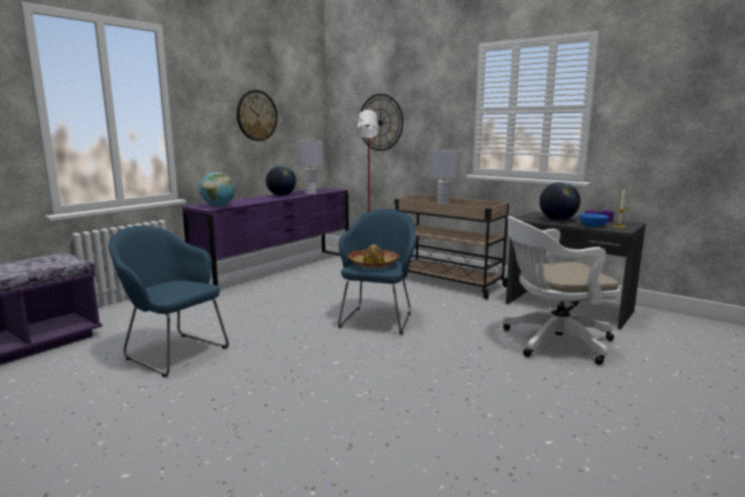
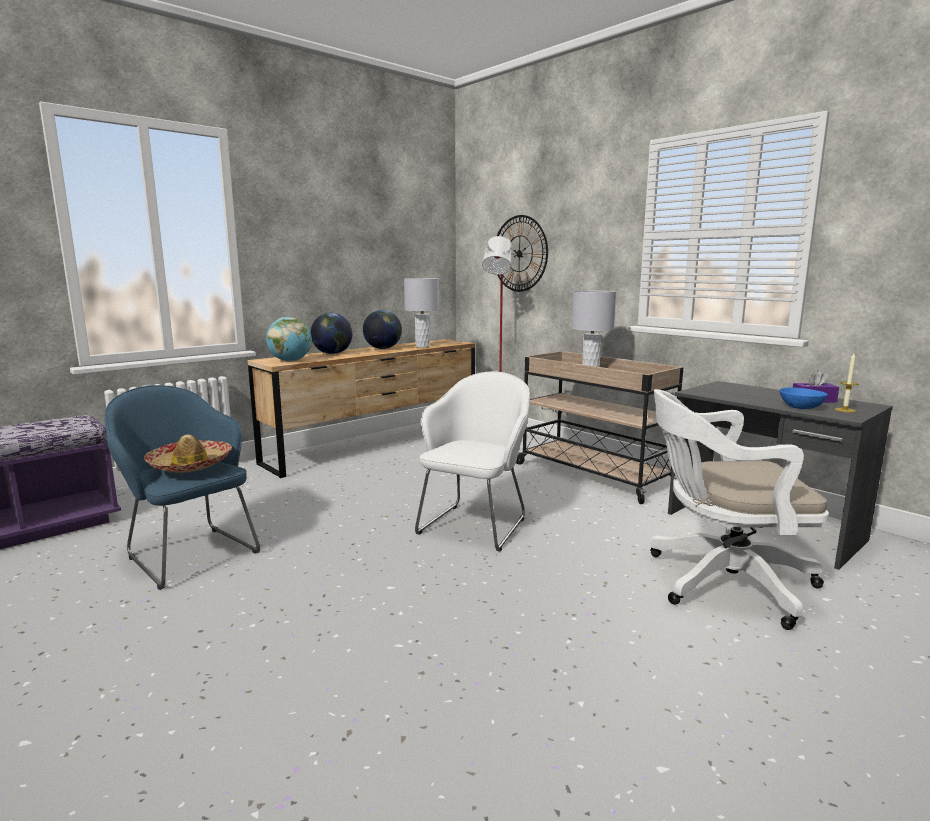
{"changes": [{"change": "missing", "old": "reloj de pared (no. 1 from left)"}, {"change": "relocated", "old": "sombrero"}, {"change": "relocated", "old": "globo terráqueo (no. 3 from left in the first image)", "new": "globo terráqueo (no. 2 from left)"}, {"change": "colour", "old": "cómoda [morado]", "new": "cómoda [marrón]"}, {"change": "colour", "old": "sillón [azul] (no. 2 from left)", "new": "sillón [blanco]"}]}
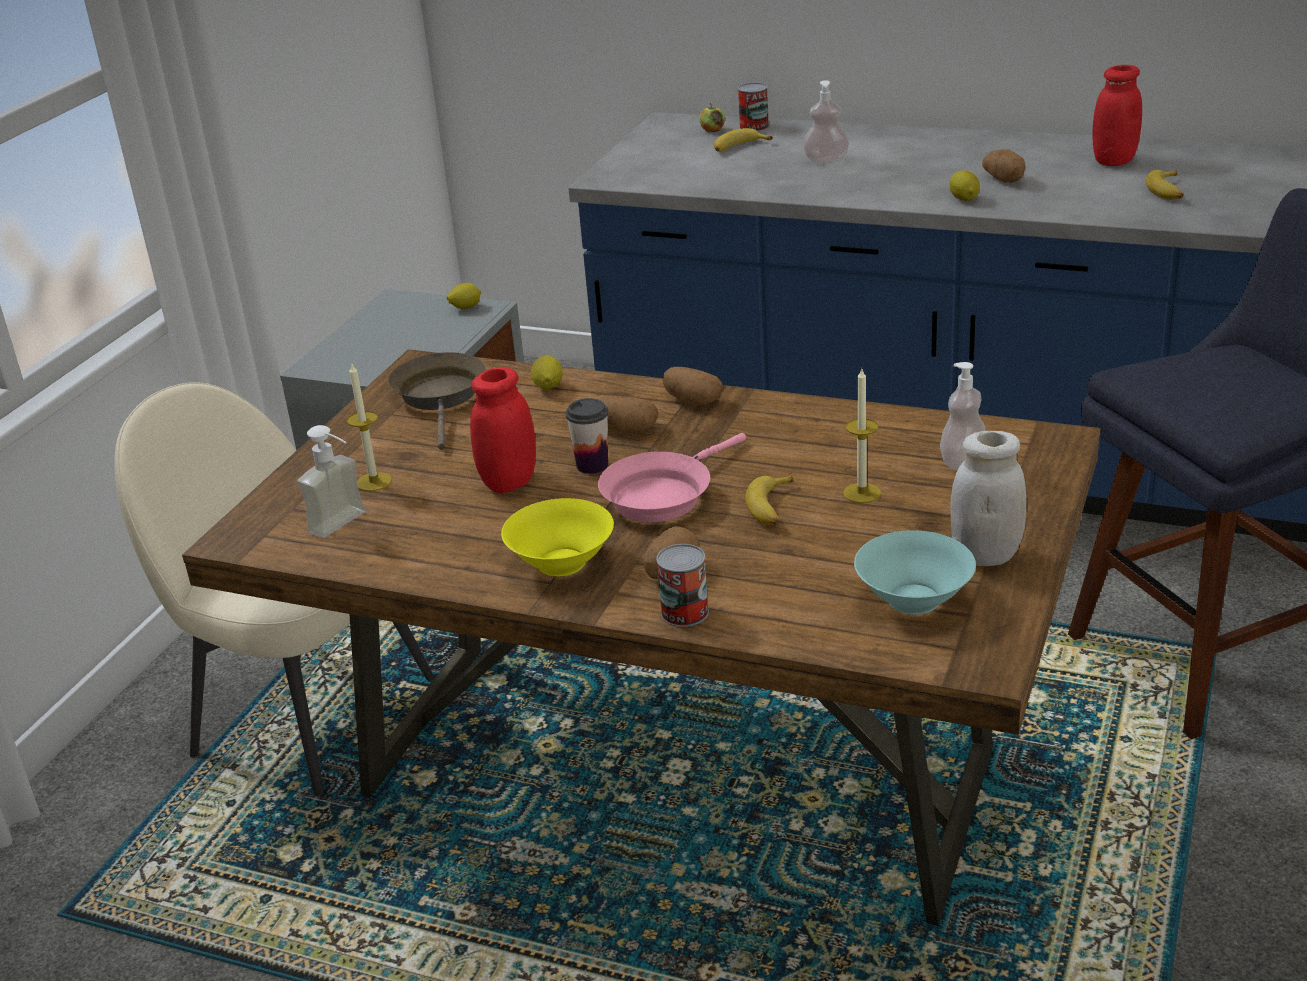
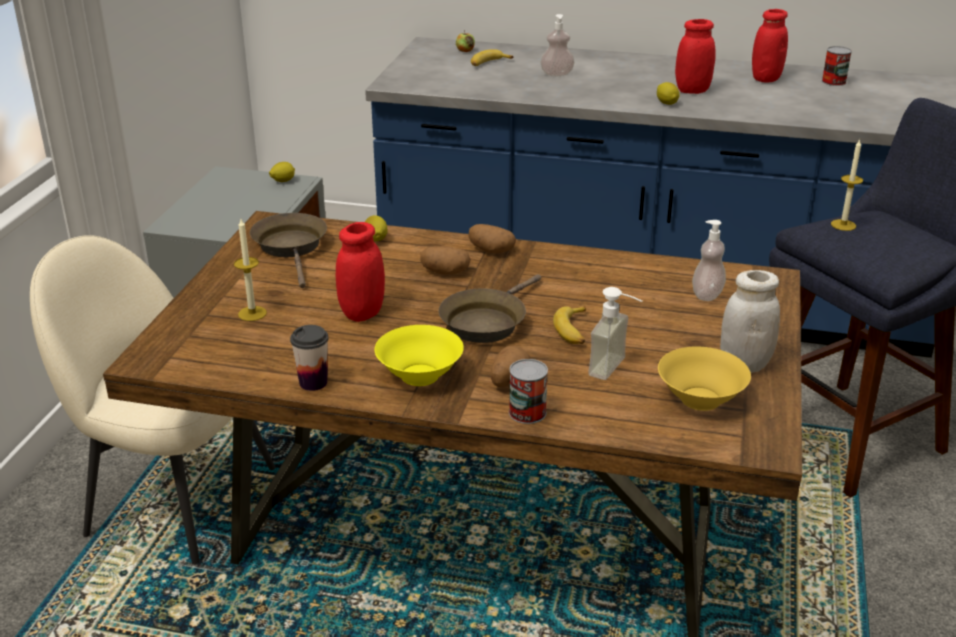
{"changes": [{"change": "missing", "old": "plátano (no. 3 from left)"}, {"change": "relocated", "old": "dispensador de jabón (no. 1 from left in the first image)", "new": "dispensador de jabón (no. 2 from left)"}, {"change": "relocated", "old": "taza"}, {"change": "relocated", "old": "lata (no. 2 from left)"}, {"change": "relocated", "old": "vela (no. 2 from left)"}, {"change": "exchanged", "old": "patata (no. 4 from left)", "new": "tarro [rojo] (no. 2 from left)"}, {"change": "colour", "old": "sartén [rosa]", "new": "sartén [marrón] (no. 2 from left)"}, {"change": "colour", "old": "cuenco [turquesa]", "new": "cuenco [amarillo] (no. 2 from left)"}]}
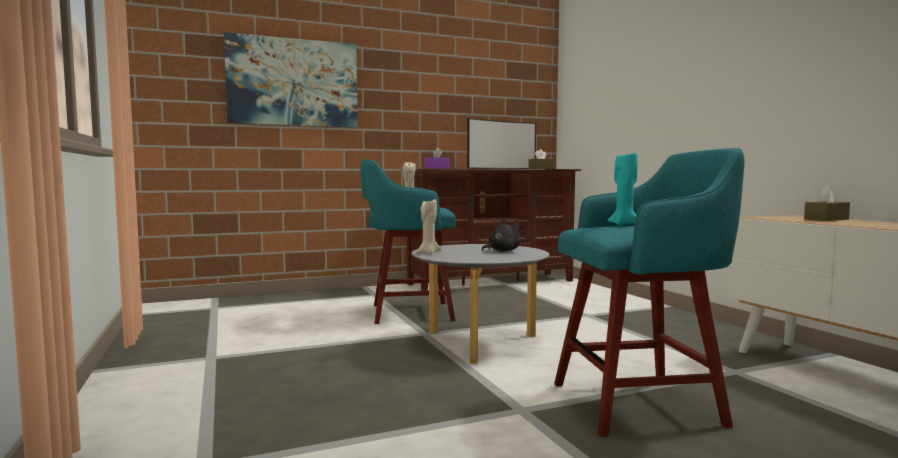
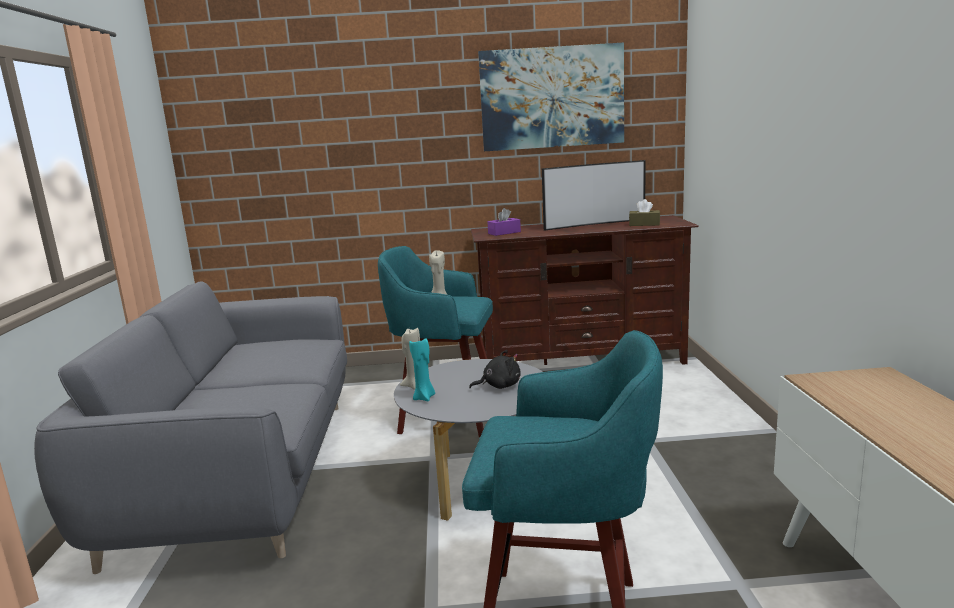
{"changes": [{"change": "missing", "old": "caja de pañuelos [marrón] (no. 2 from left)"}, {"change": "appeared", "new": "sofá [gris]"}, {"change": "relocated", "old": "cuadro"}, {"change": "relocated", "old": "vela [turquesa]"}]}
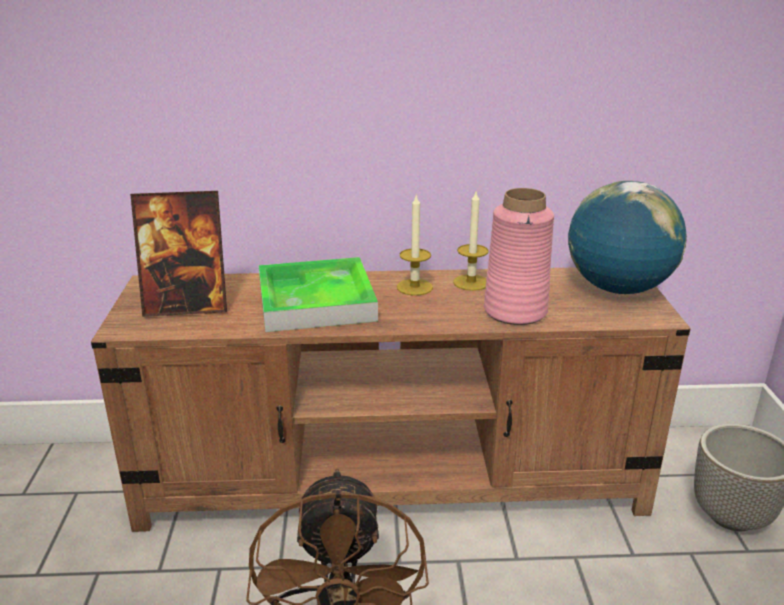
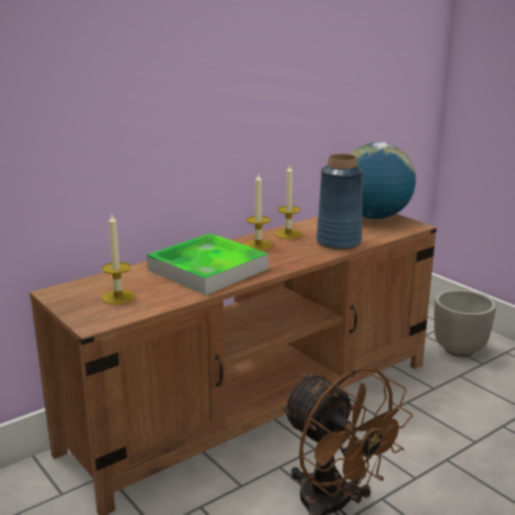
{"changes": [{"change": "exchanged", "old": "portarretratos", "new": "vela (no. 1 from left)"}, {"change": "colour", "old": "florero [rosa]", "new": "florero [azul]"}]}
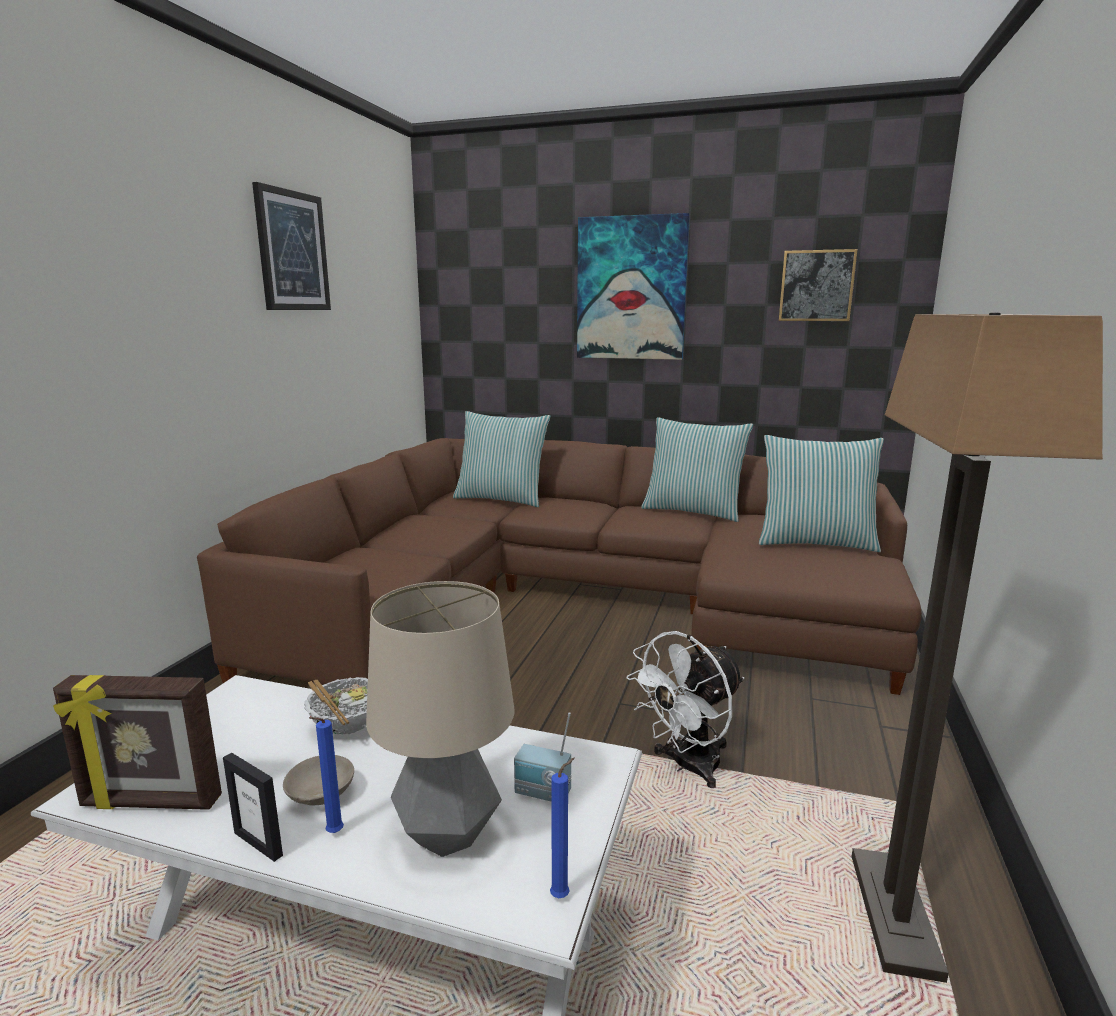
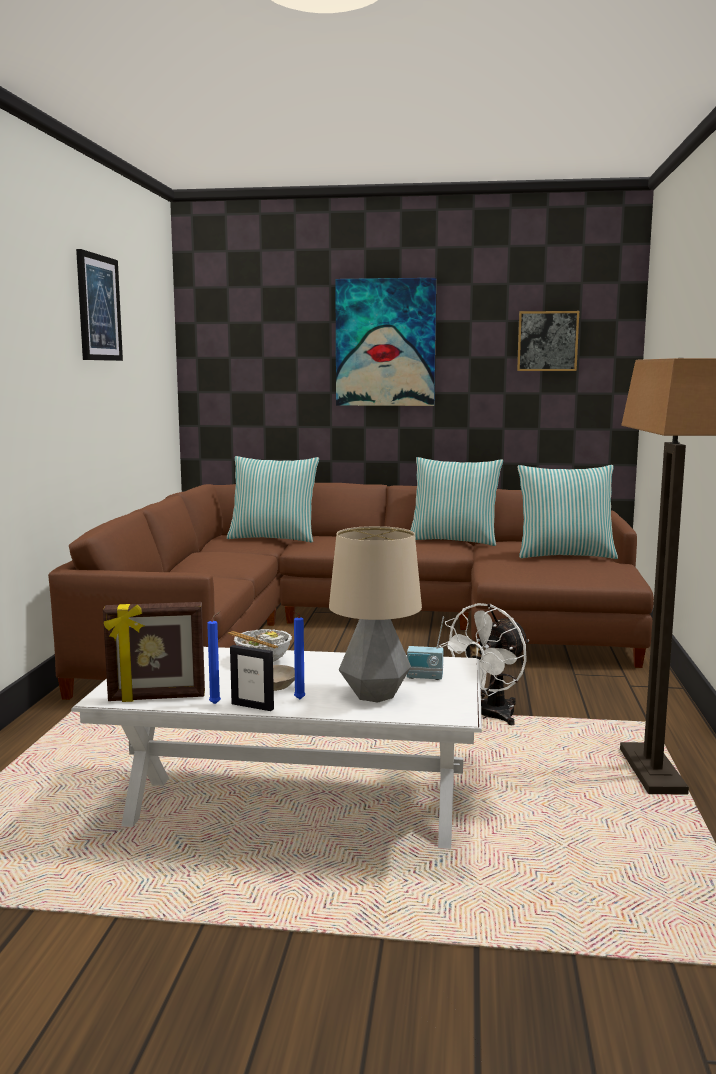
{"changes": [{"change": "relocated", "old": "vela [azul] (no. 2 from left in the first image)", "new": "vela [azul] (no. 1 from left)"}]}
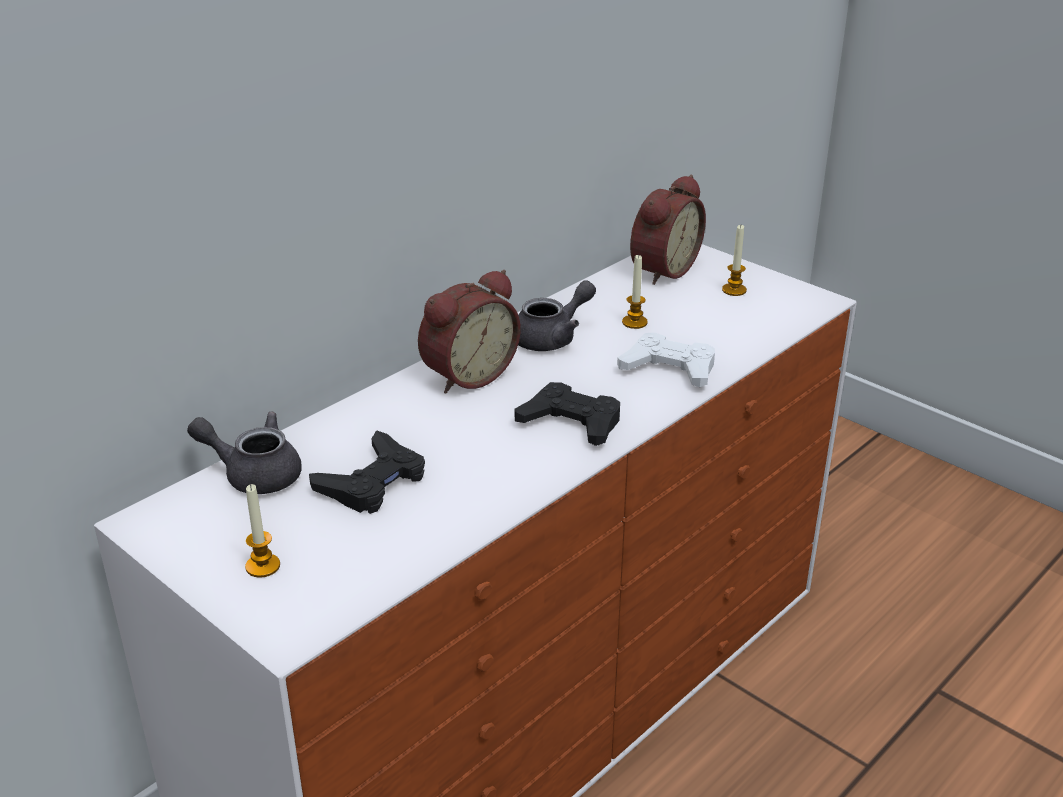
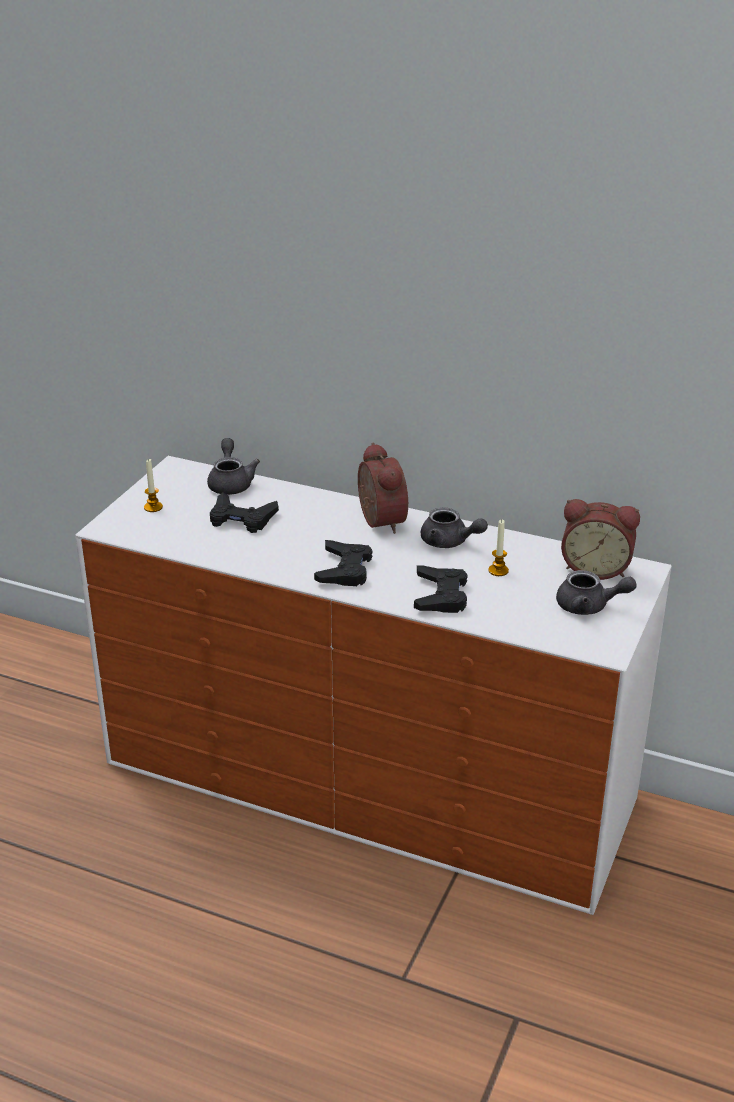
{"changes": [{"change": "exchanged", "old": "vela (no. 3 from left)", "new": "tetera [gris] (no. 3 from left)"}, {"change": "colour", "old": "mando de consola [blanco]", "new": "mando de consola [negro] (no. 3 from left)"}, {"change": "spun", "old": "despertador (no. 1 from left)", "degrees": -135}]}
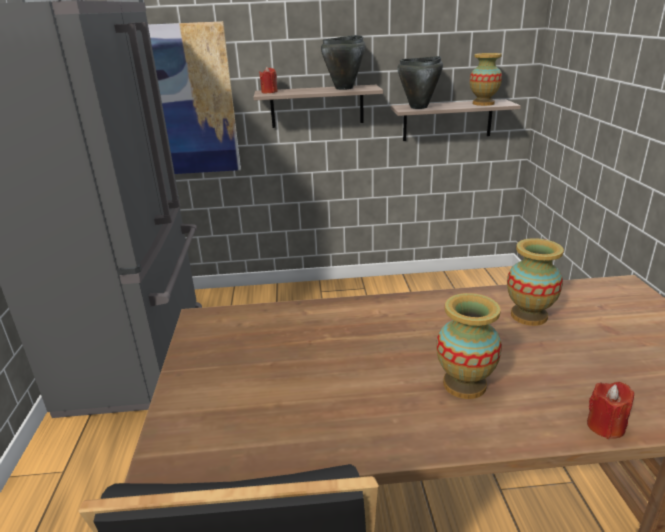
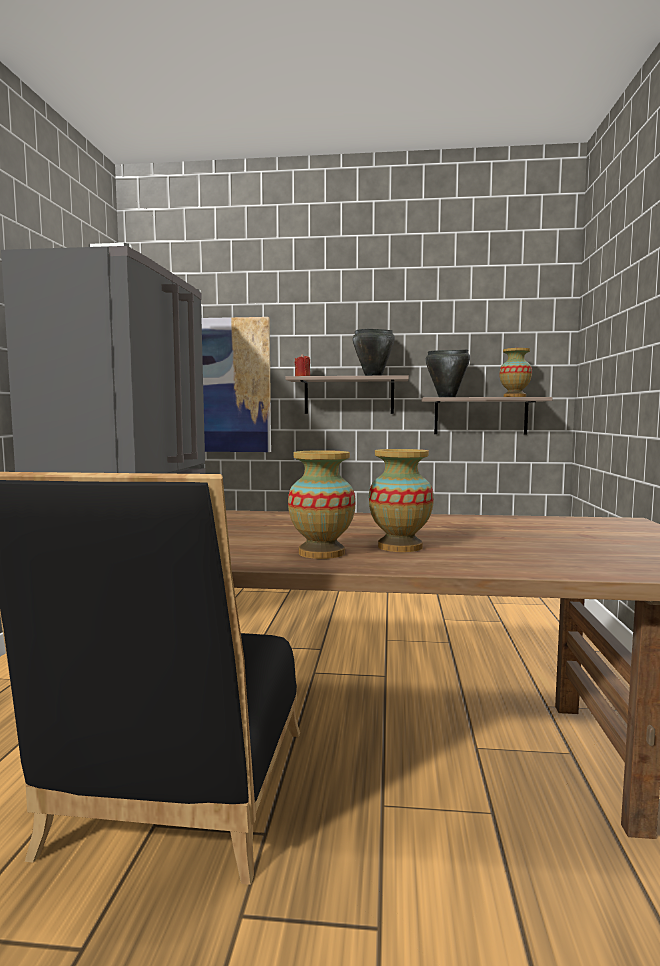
{"changes": [{"change": "missing", "old": "vela [rojo] (no. 2 from left)"}, {"change": "relocated", "old": "florero (no. 3 from left in the first image)", "new": "florero (no. 1 from left)"}]}
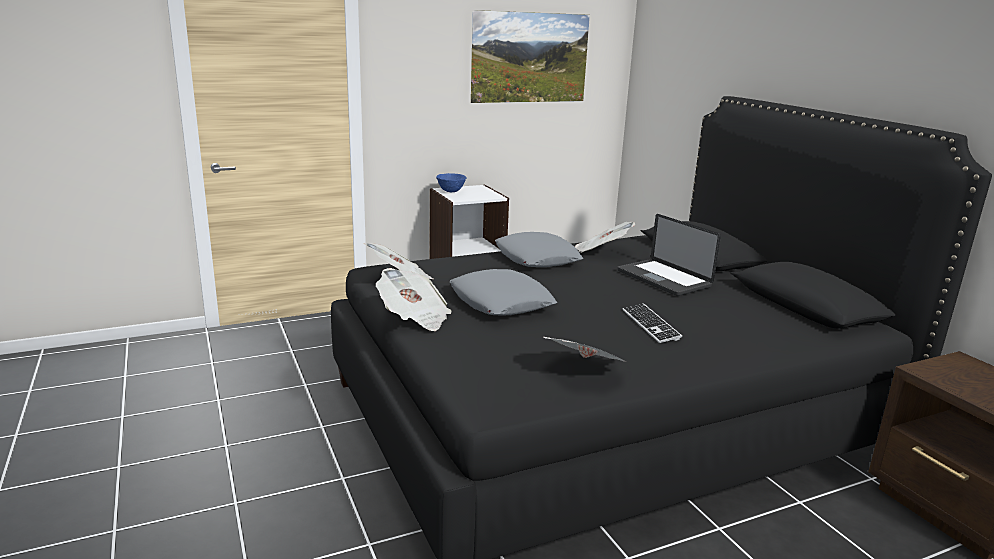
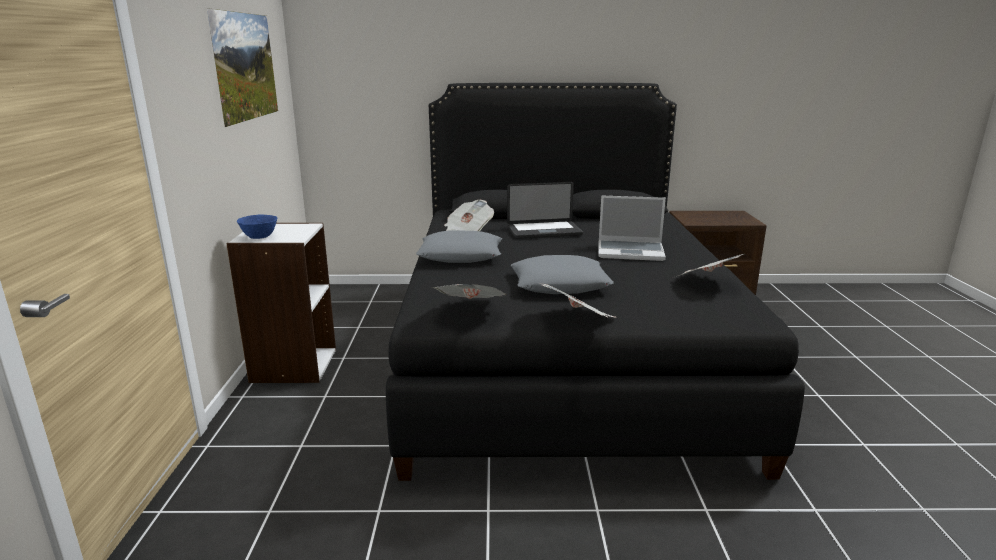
{"changes": [{"change": "exchanged", "old": "teclado", "new": "portátil (no. 2 from left)"}]}
